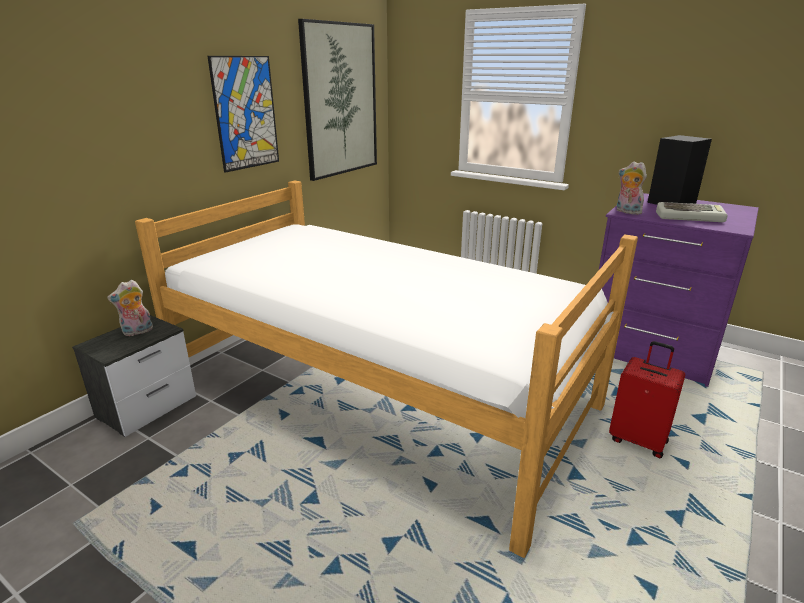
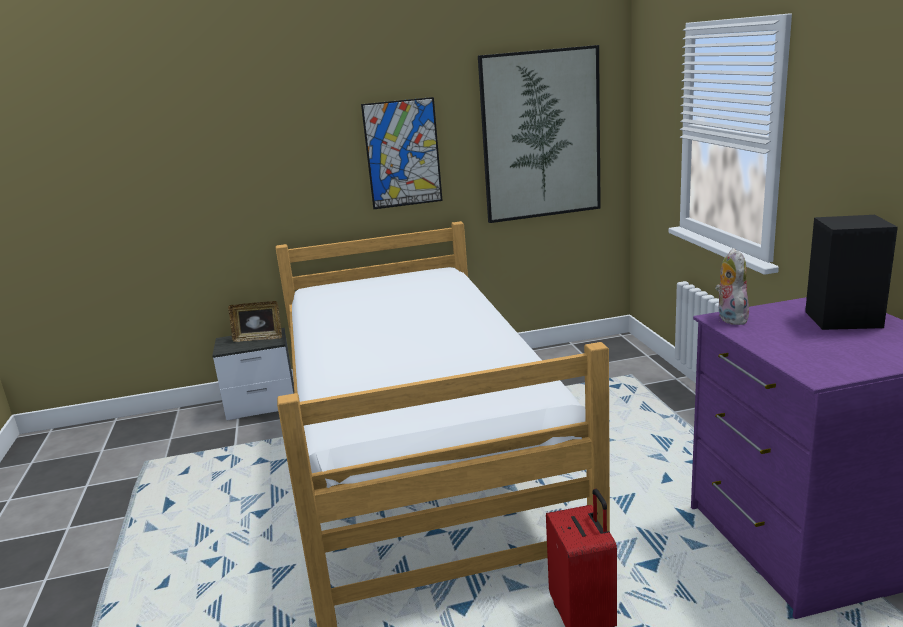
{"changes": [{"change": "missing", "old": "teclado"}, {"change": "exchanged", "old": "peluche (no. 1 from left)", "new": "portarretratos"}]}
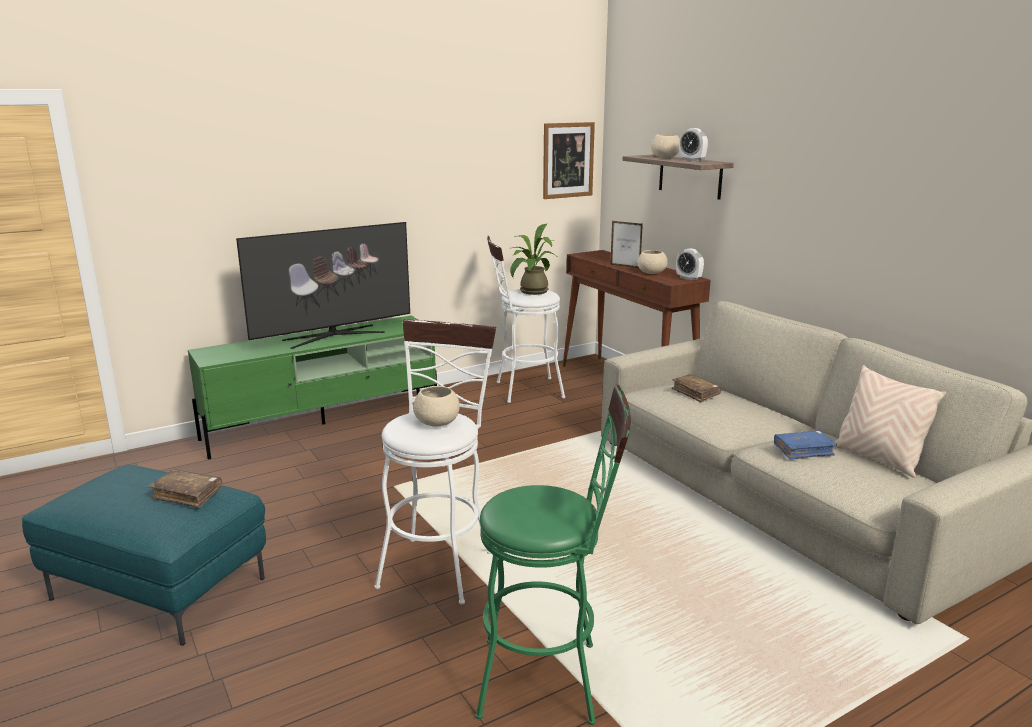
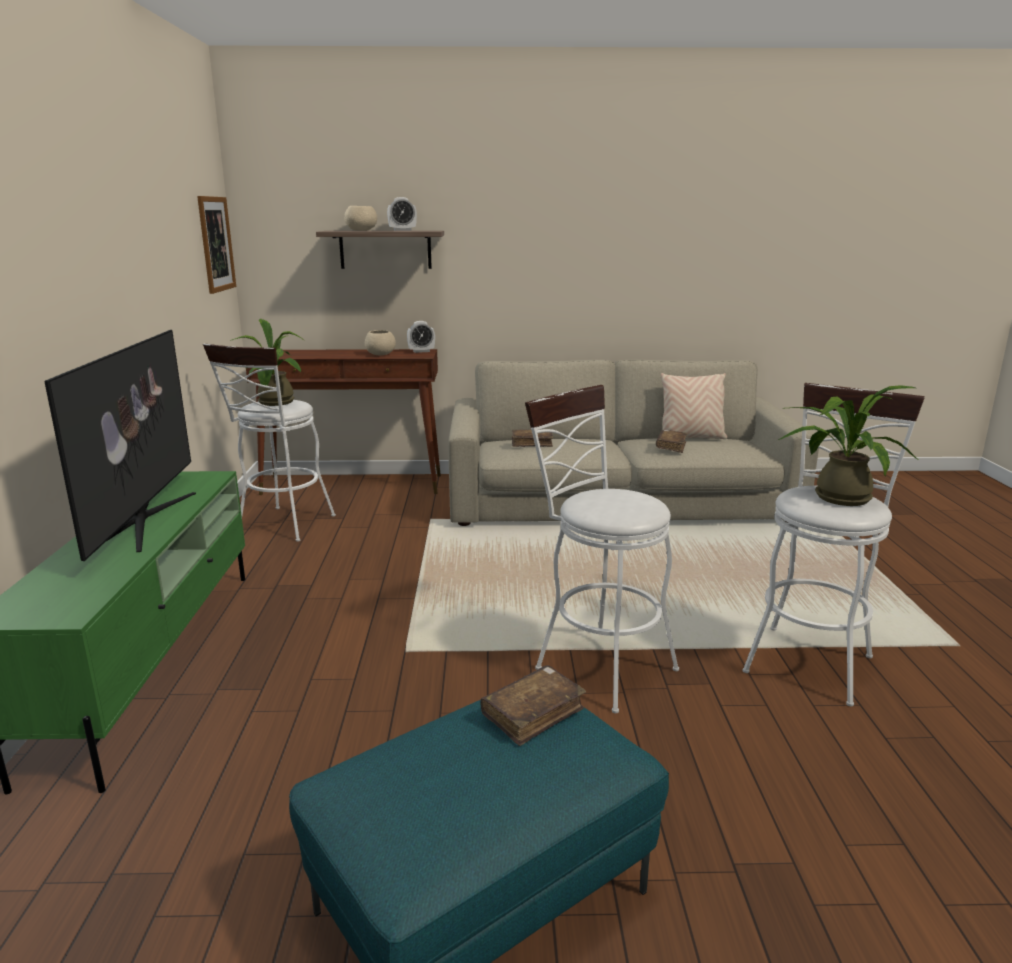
{"changes": [{"change": "missing", "old": "cuenco [beis] (no. 1 from left)"}, {"change": "missing", "old": "portarretratos"}, {"change": "appeared", "new": "planta en maceta (no. 2 from left)"}, {"change": "colour", "old": "taburete [verde]", "new": "taburete [blanco] (no. 3 from left)"}, {"change": "colour", "old": "libro [azul]", "new": "libro [marrón] (no. 3 from left)"}]}
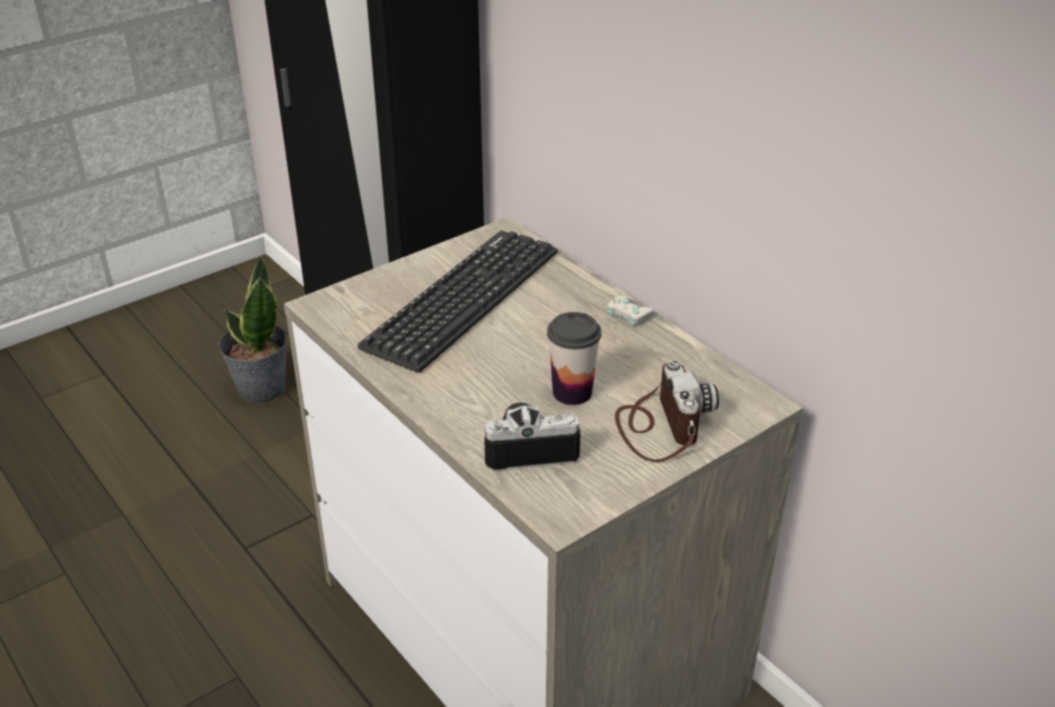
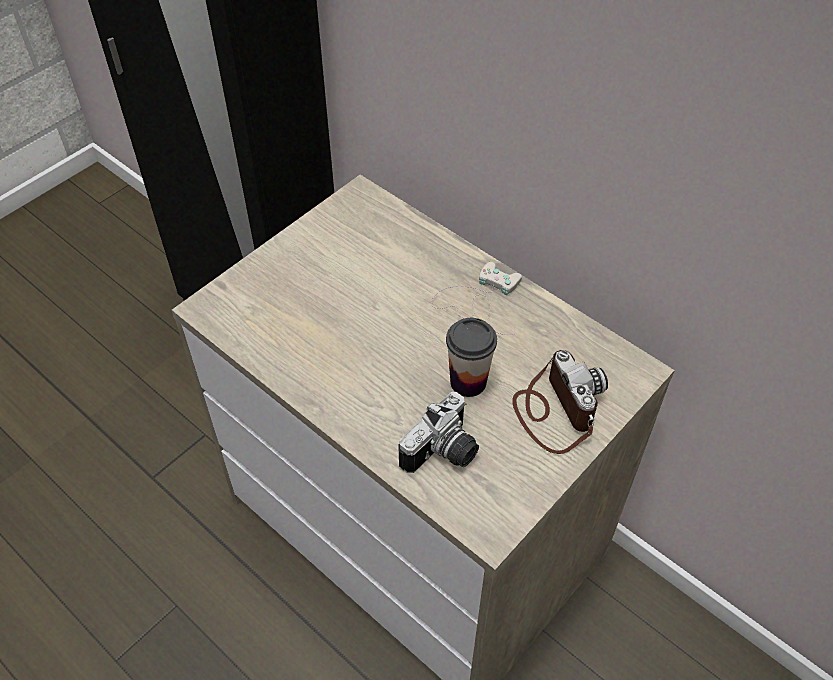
{"changes": [{"change": "missing", "old": "planta en maceta"}, {"change": "missing", "old": "teclado"}, {"change": "spun", "old": "cámara (no. 1 from left)", "degrees": 150}]}
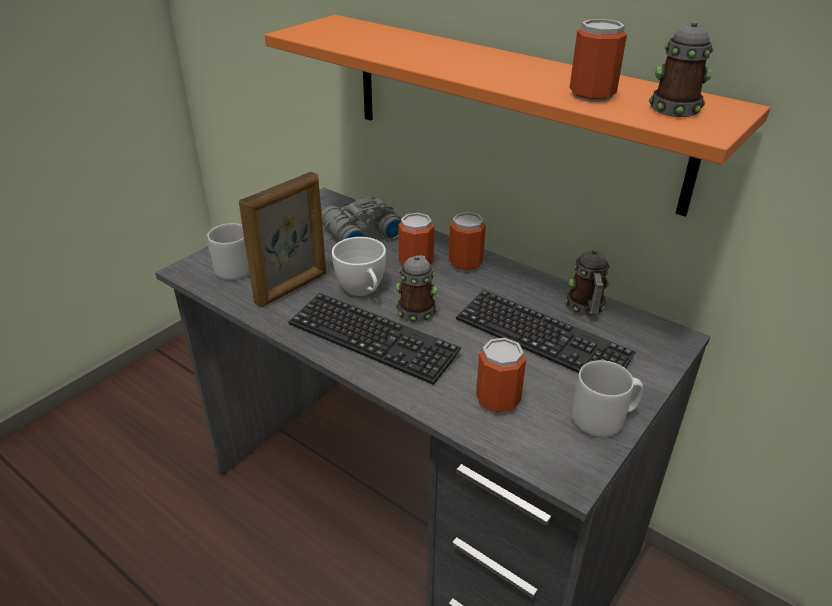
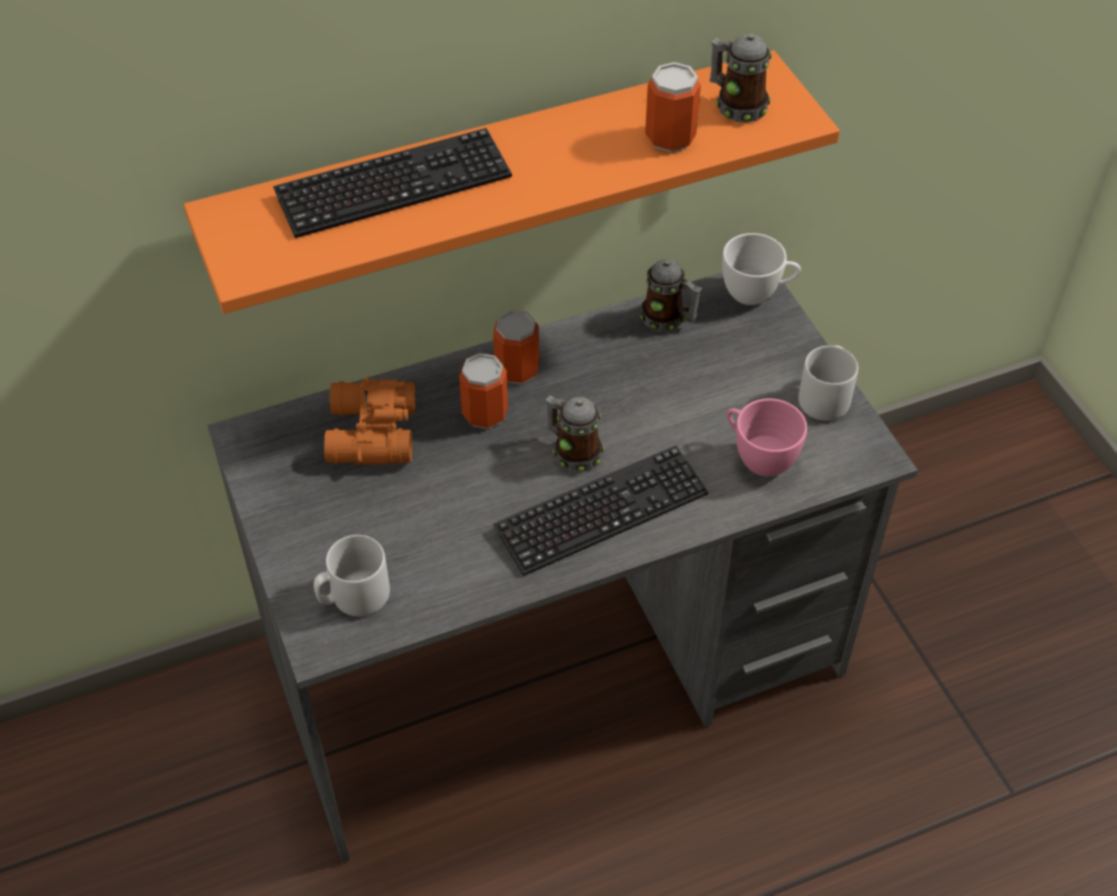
{"changes": [{"change": "missing", "old": "portarretratos"}, {"change": "relocated", "old": "taza [blanco]"}, {"change": "relocated", "old": "teclado (no. 2 from left in the first image)", "new": "teclado (no. 1 from left)"}, {"change": "exchanged", "old": "lata (no. 3 from left)", "new": "taza [rosa]"}, {"change": "colour", "old": "prismáticos [gris]", "new": "prismáticos [naranja]"}]}
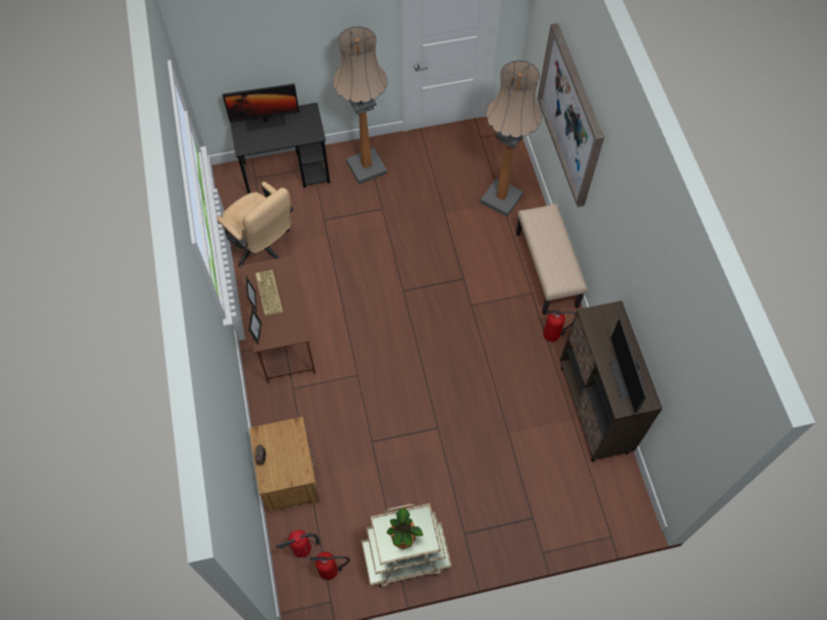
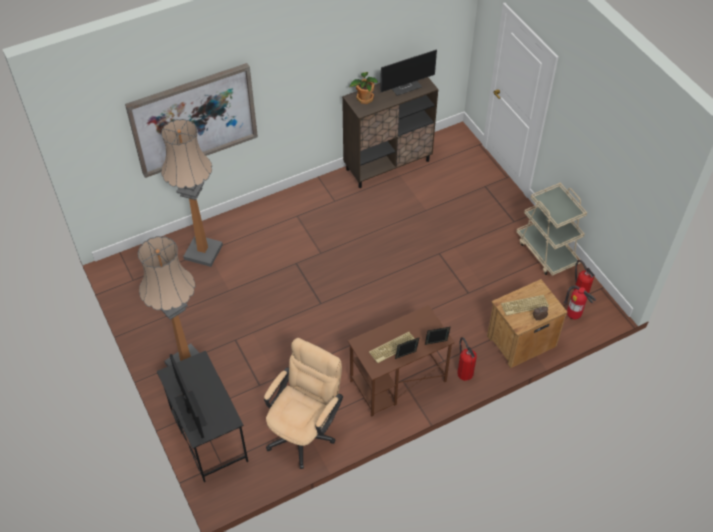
{"changes": [{"change": "missing", "old": "banco [beis]"}, {"change": "appeared", "new": "teclado (no. 2 from left)"}, {"change": "relocated", "old": "planta en maceta"}, {"change": "relocated", "old": "extintor (no. 3 from left in the first image)", "new": "extintor (no. 1 from left)"}]}
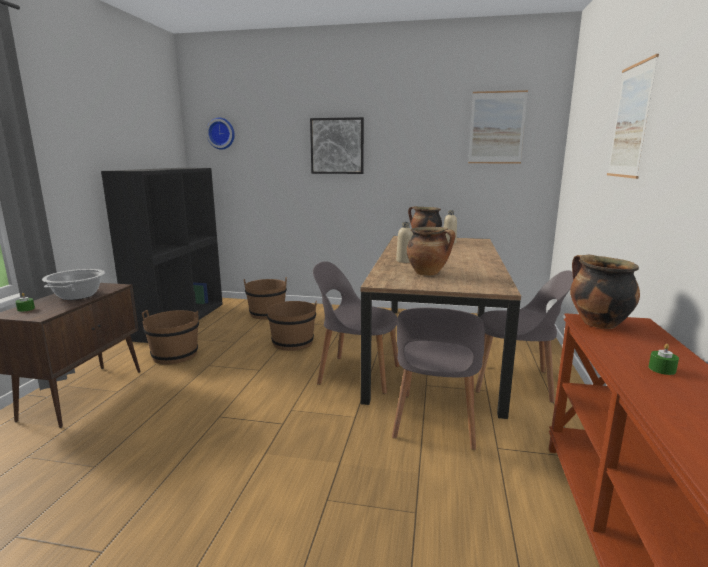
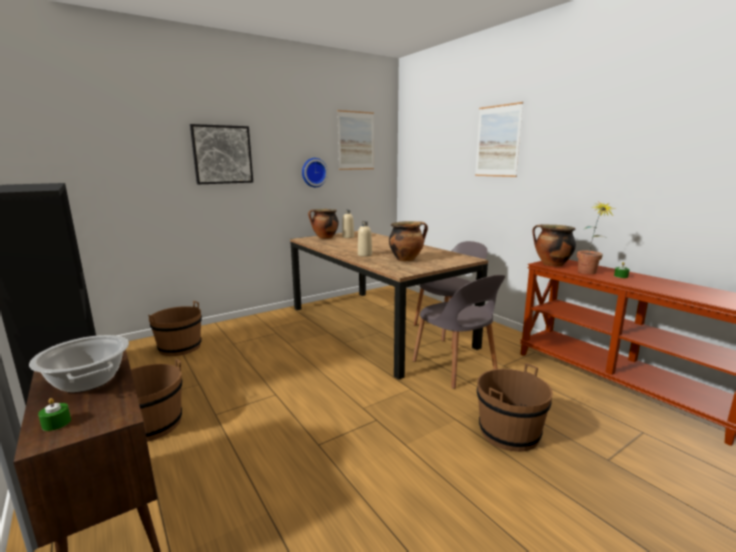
{"changes": [{"change": "missing", "old": "silla [gris] (no. 1 from left)"}, {"change": "appeared", "new": "planta en maceta"}, {"change": "relocated", "old": "reloj de pared"}, {"change": "relocated", "old": "cubo [marrón] (no. 3 from left)"}]}
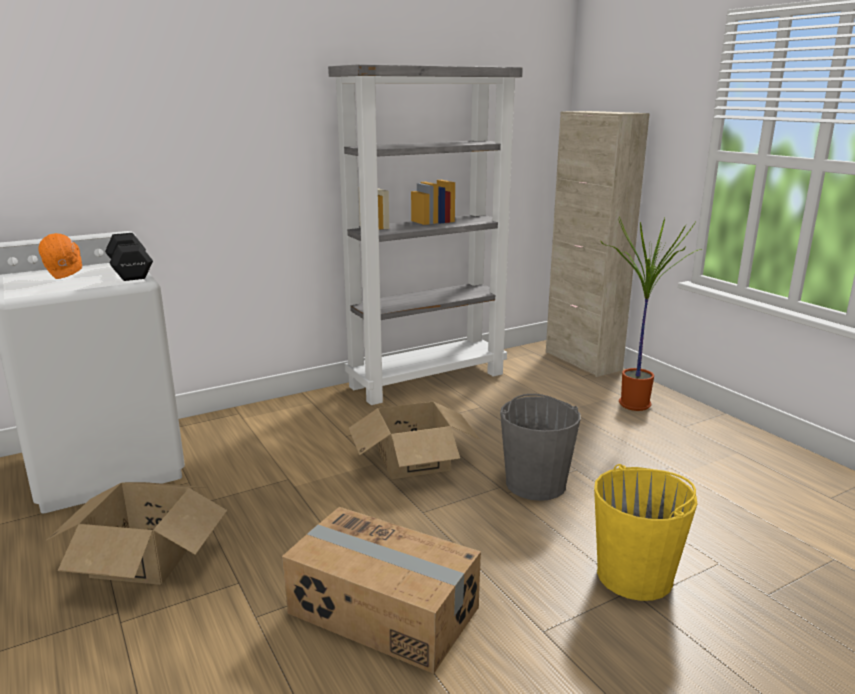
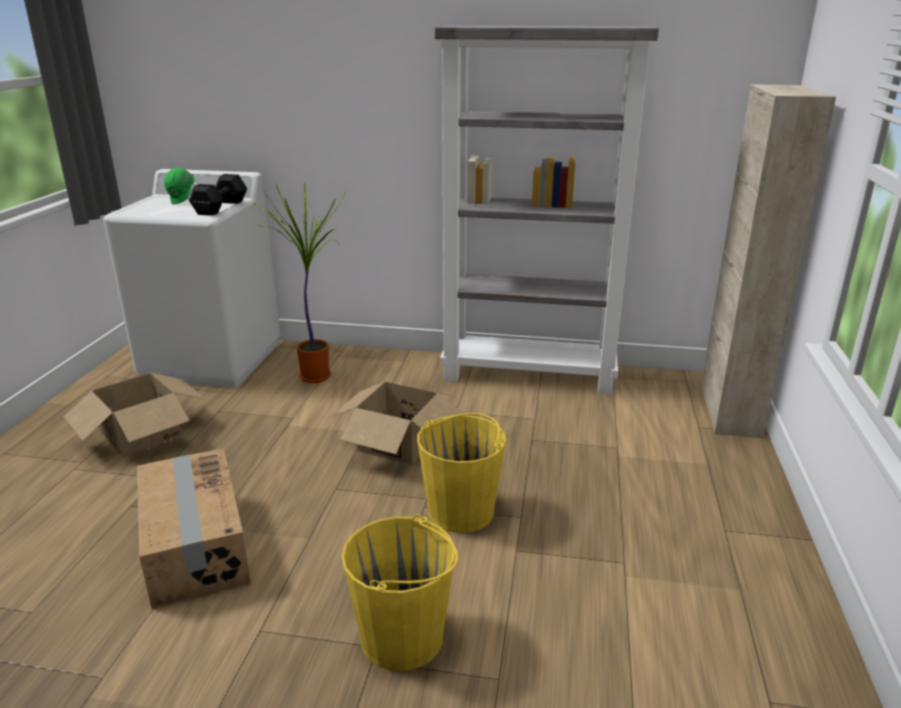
{"changes": [{"change": "relocated", "old": "planta en maceta"}, {"change": "colour", "old": "casco [naranja]", "new": "casco [verde]"}, {"change": "colour", "old": "cubo [gris]", "new": "cubo [amarillo] (no. 2 from left)"}]}
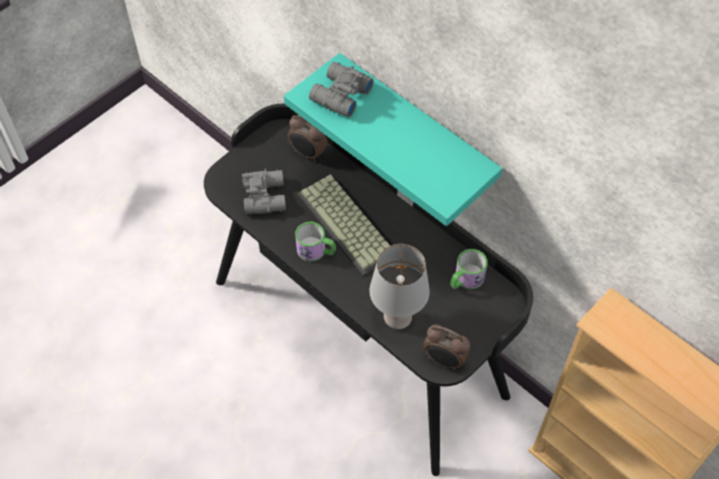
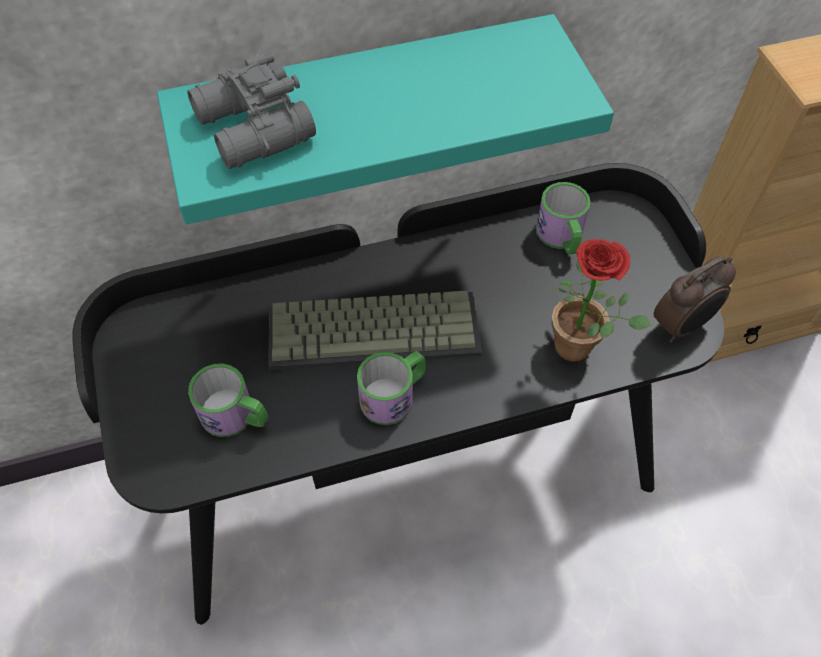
{"changes": [{"change": "missing", "old": "despertador (no. 1 from left)"}, {"change": "exchanged", "old": "prismáticos [gris] (no. 1 from left)", "new": "taza grande (no. 1 from left)"}, {"change": "exchanged", "old": "lámpara de mesa [gris]", "new": "planta en maceta"}]}
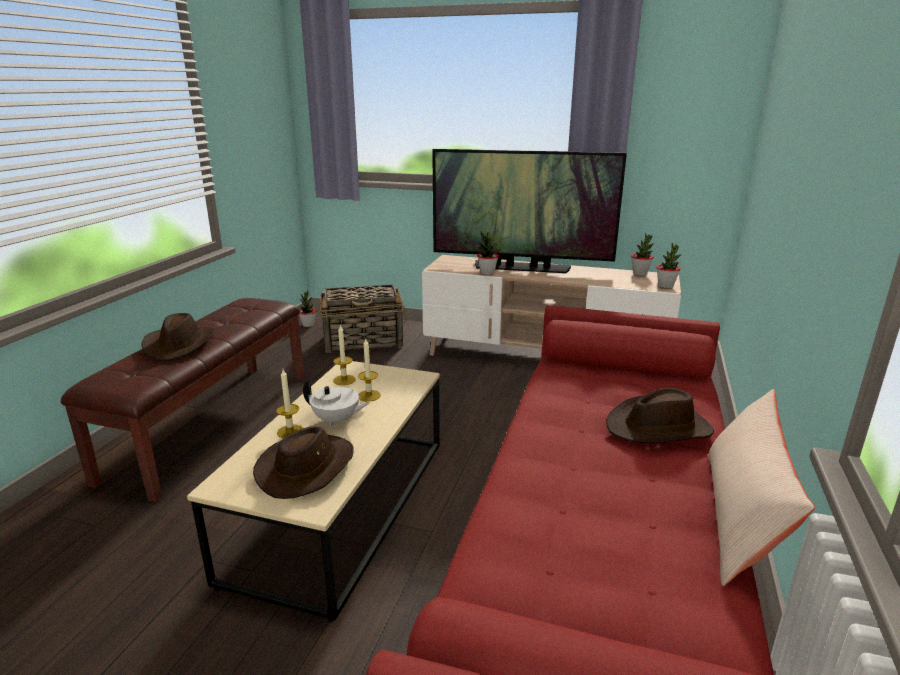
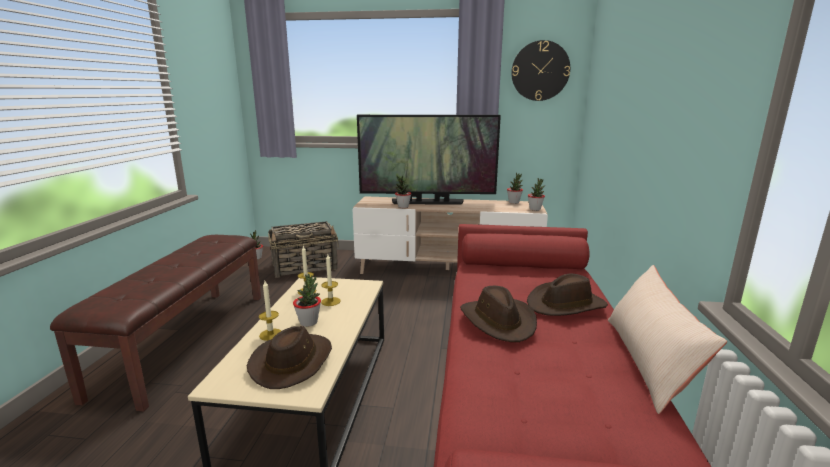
{"changes": [{"change": "appeared", "new": "reloj de pared"}, {"change": "relocated", "old": "sombrero [marrón] (no. 1 from left in the first image)", "new": "sombrero [marrón] (no. 2 from left)"}, {"change": "exchanged", "old": "tetera [blanco]", "new": "planta en maceta (no. 2 from left)"}]}
